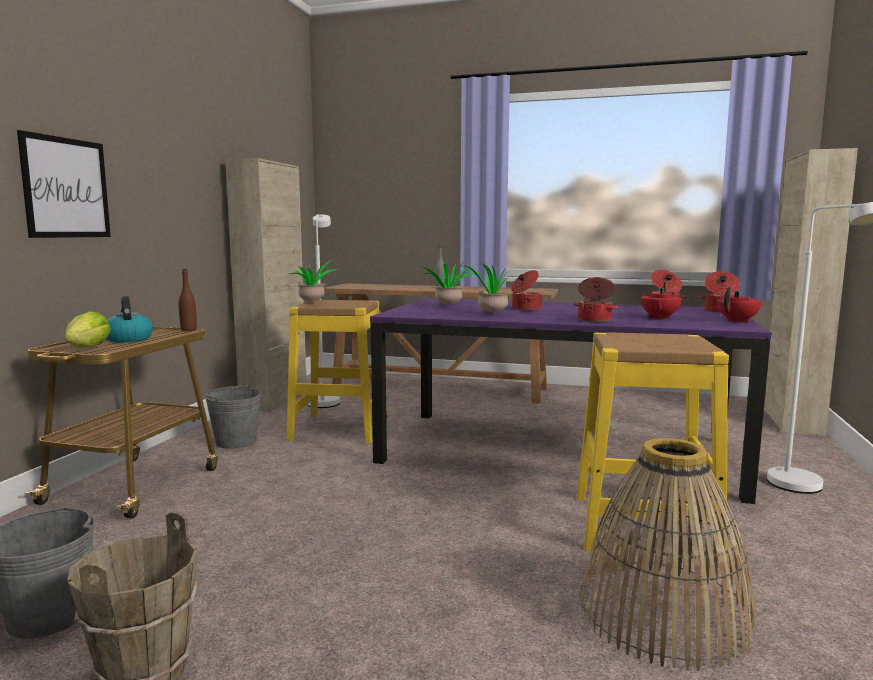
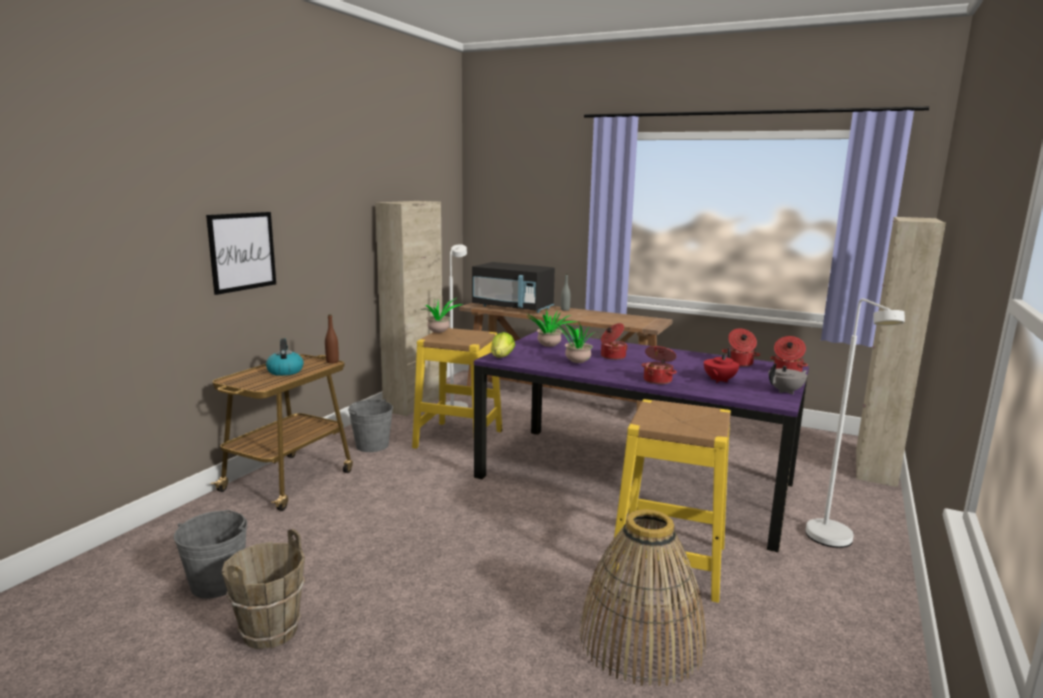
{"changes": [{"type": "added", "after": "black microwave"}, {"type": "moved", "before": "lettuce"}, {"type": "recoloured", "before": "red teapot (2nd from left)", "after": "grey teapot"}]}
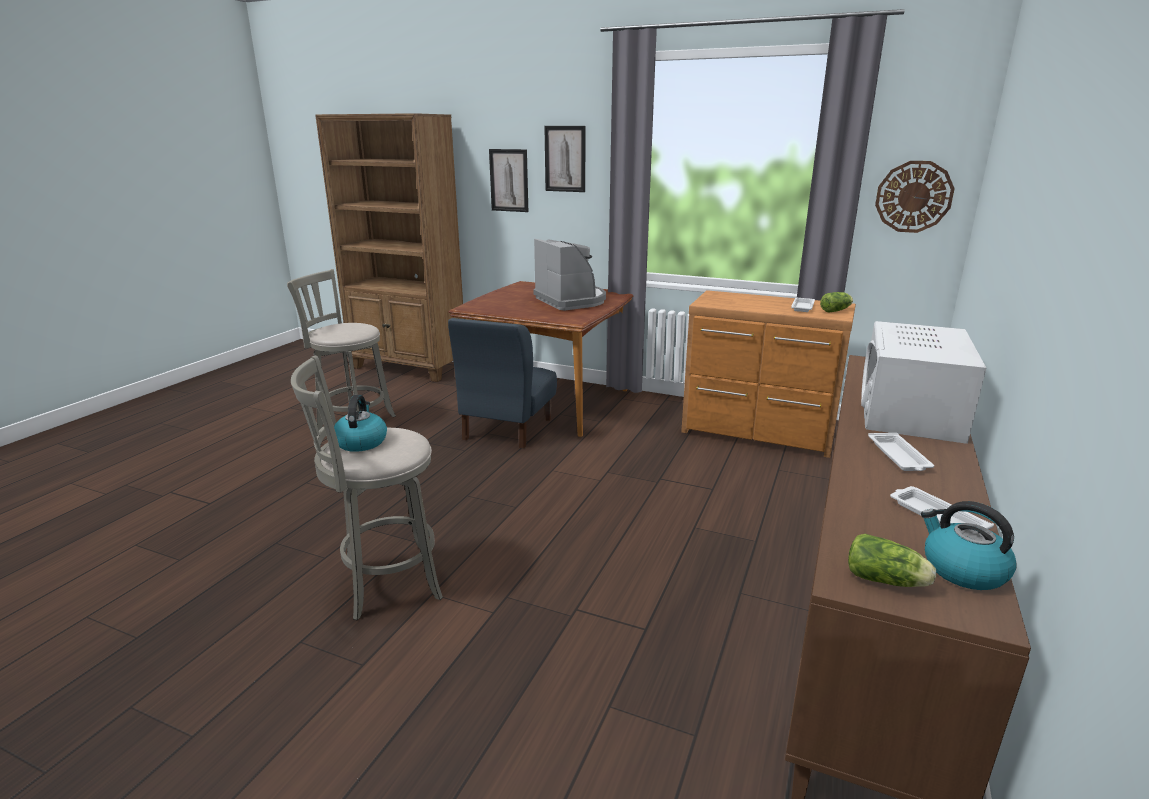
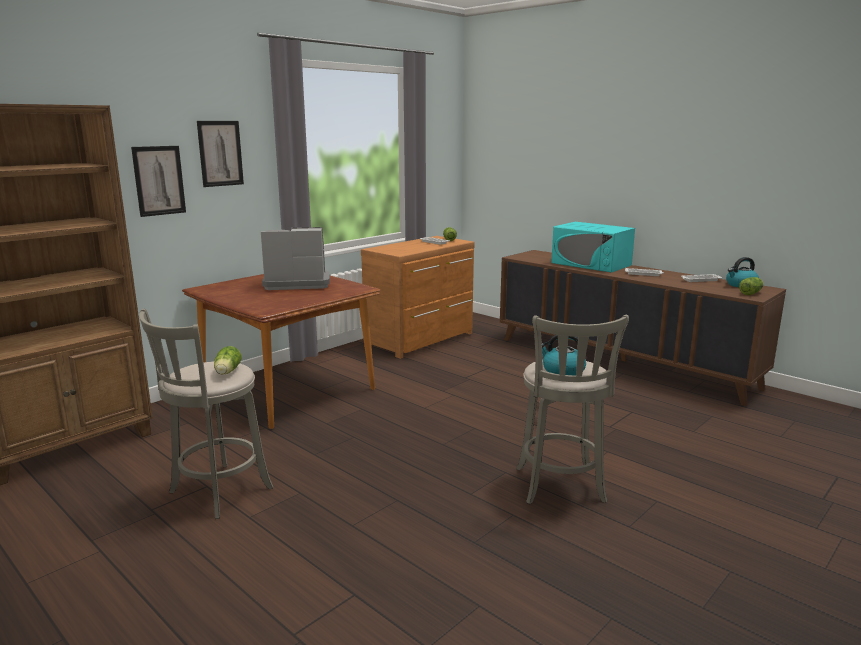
{"changes": [{"type": "added", "after": "lettuce (1st from left)"}, {"type": "recoloured", "before": "white microwave", "after": "turquoise microwave"}, {"type": "removed", "before": "blue chair"}, {"type": "removed", "before": "wall clock"}]}
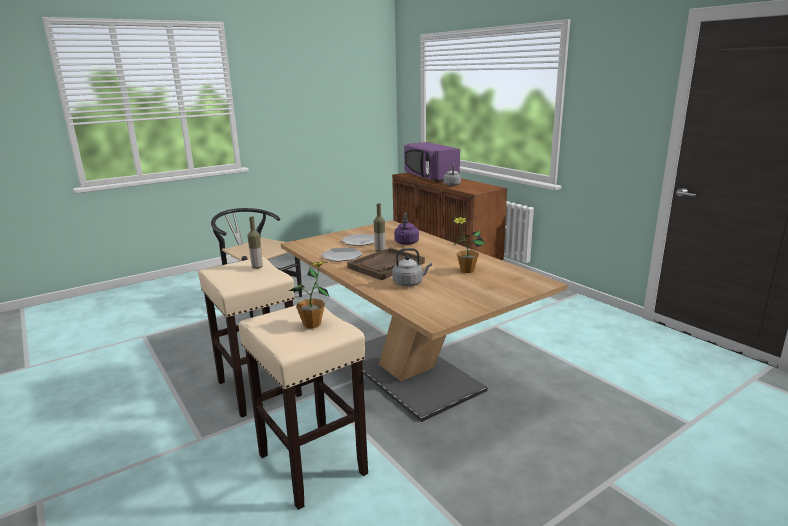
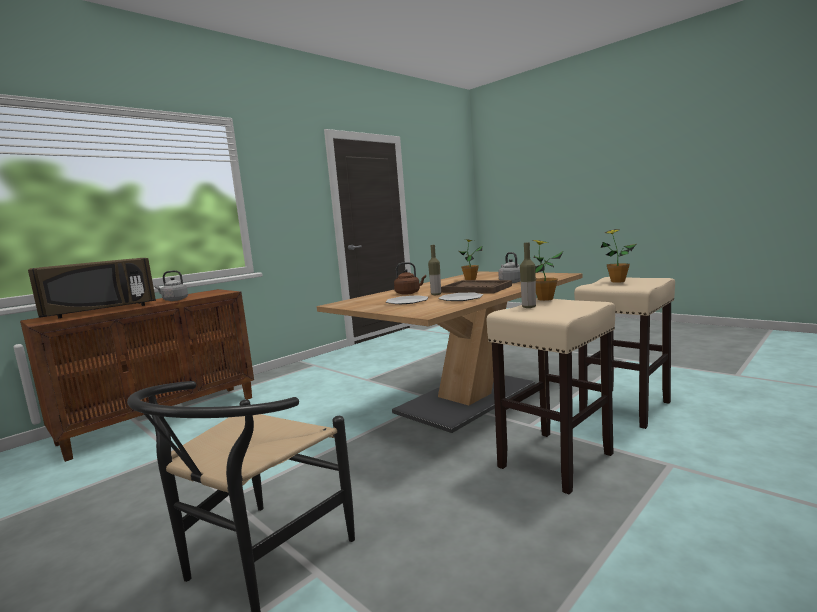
{"changes": [{"type": "recoloured", "before": "purple microwave", "after": "brown microwave"}, {"type": "recoloured", "before": "purple kettle", "after": "brown kettle"}, {"type": "added", "after": "potted plant (2nd from left)"}]}
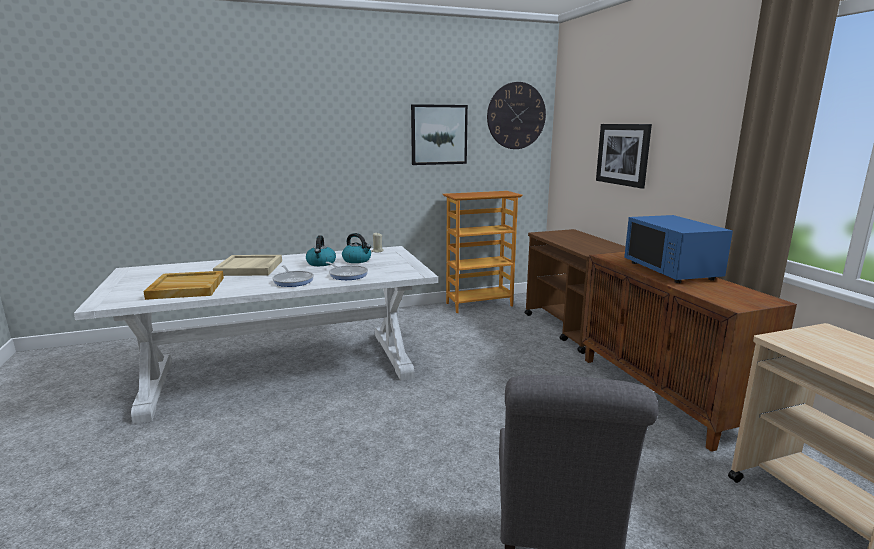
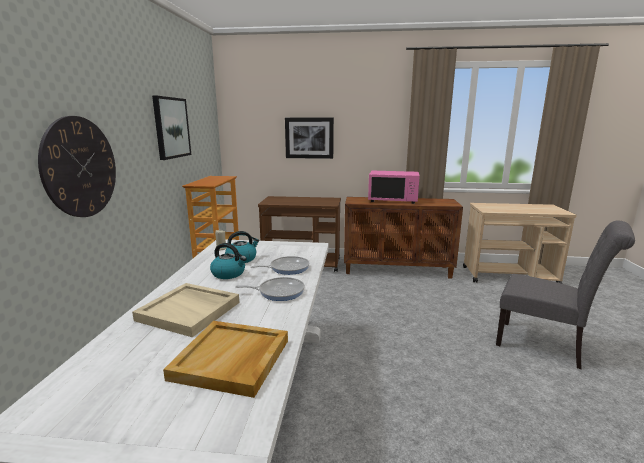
{"changes": [{"type": "moved", "before": "wall clock"}, {"type": "recoloured", "before": "blue microwave", "after": "pink microwave"}]}
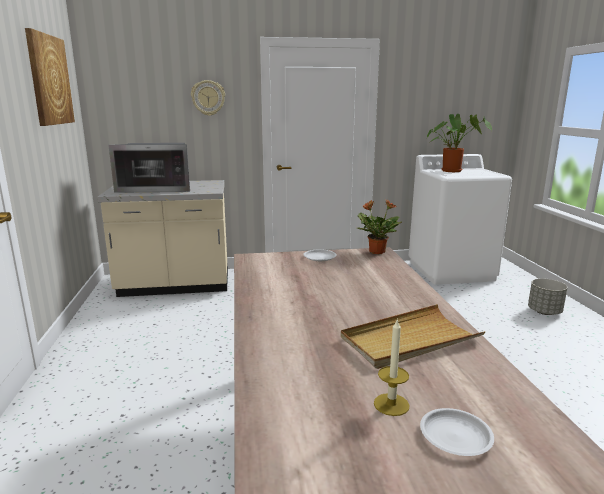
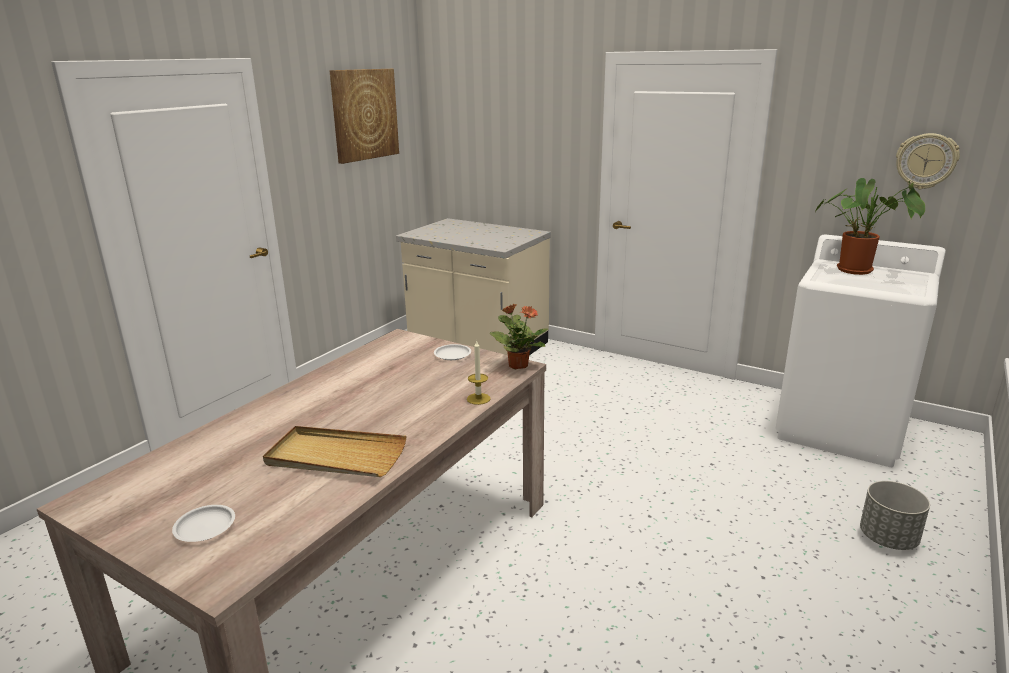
{"changes": [{"type": "moved", "before": "candle"}, {"type": "moved", "before": "wall clock"}, {"type": "removed", "before": "microwave"}]}
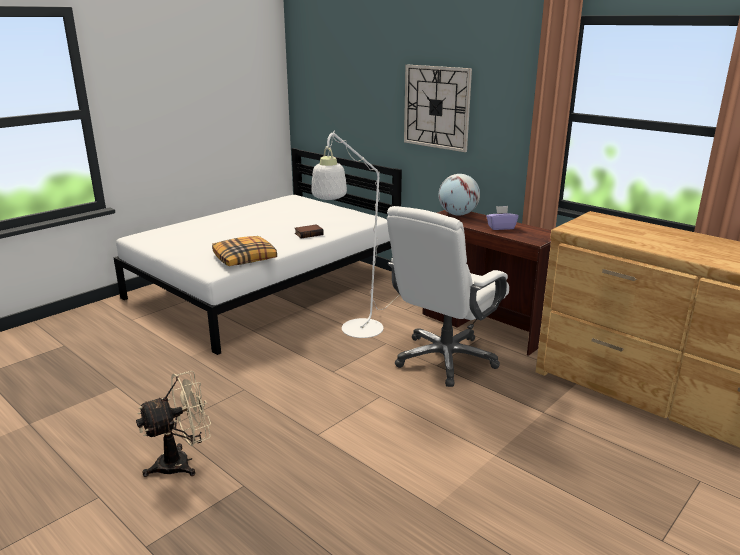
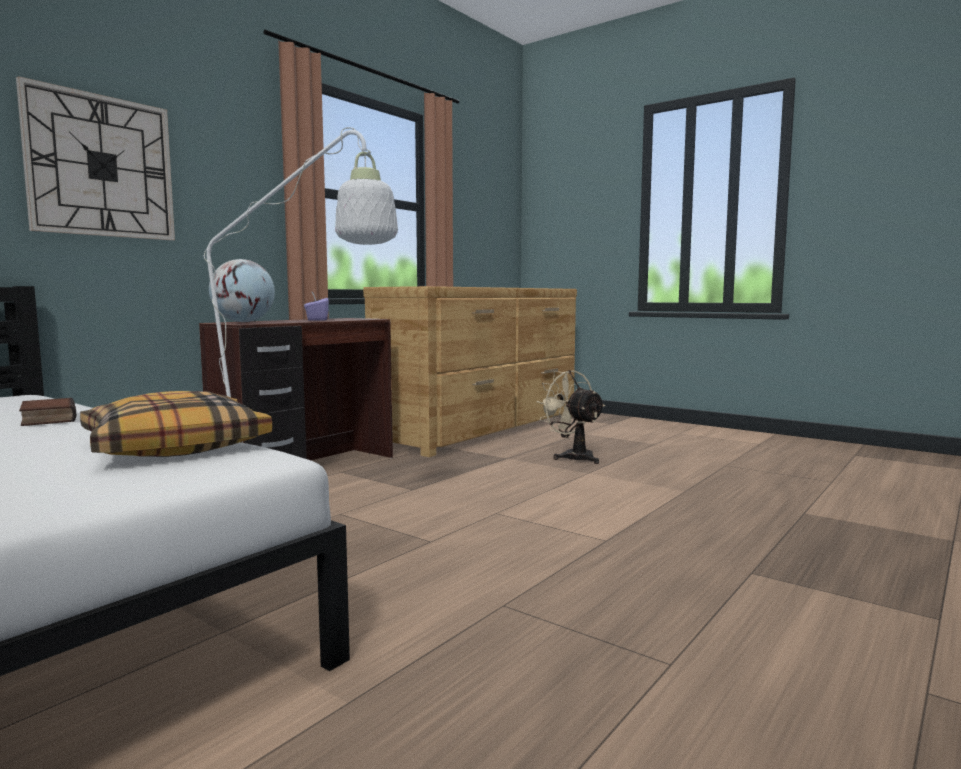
{"changes": [{"type": "moved", "before": "beige fan"}, {"type": "removed", "before": "white office chair"}]}
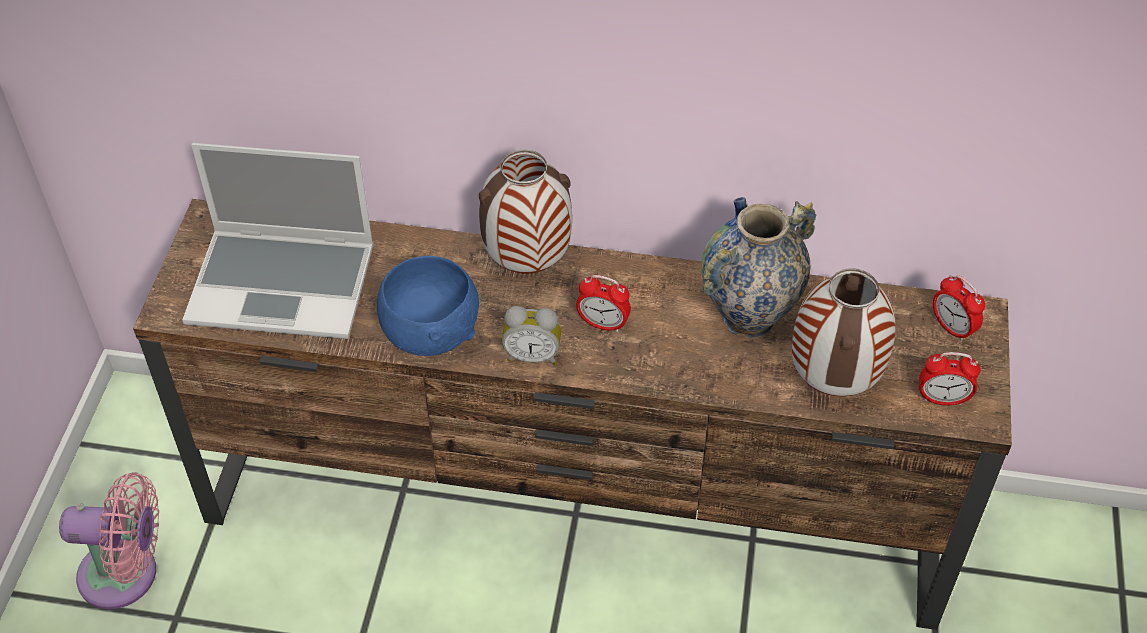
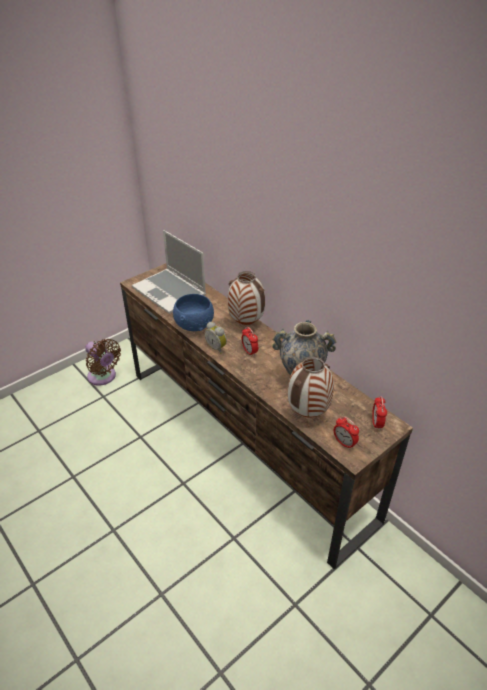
{"changes": [{"type": "recoloured", "before": "pink fan", "after": "brown fan"}]}
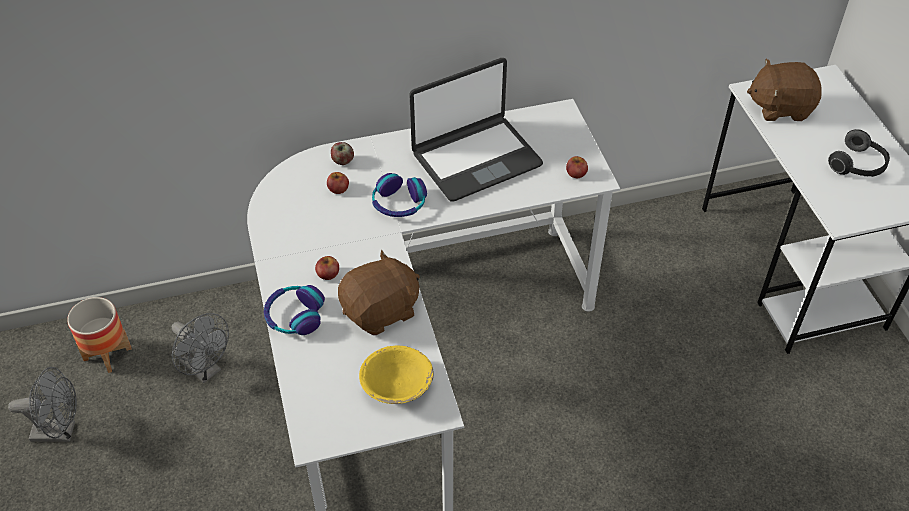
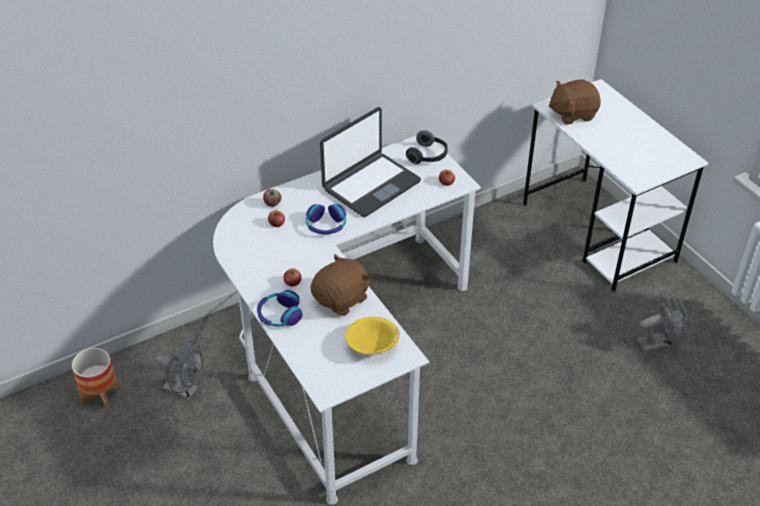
{"changes": [{"type": "moved", "before": "headphones (3rd from left)"}, {"type": "moved", "before": "grey fan (1st from left in the first image)", "after": "grey fan (2nd from left)"}]}
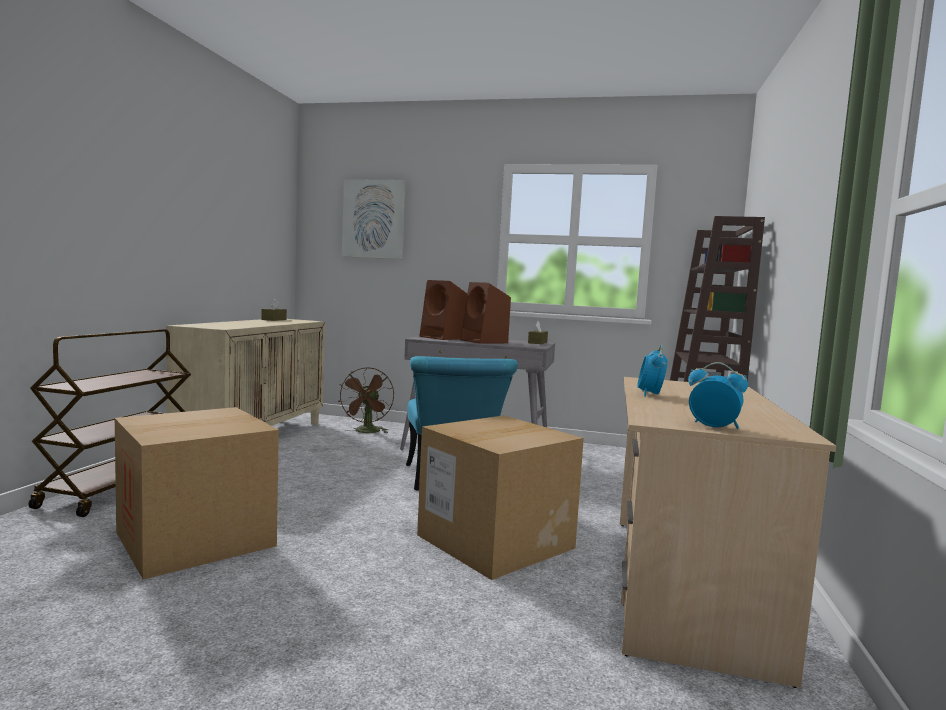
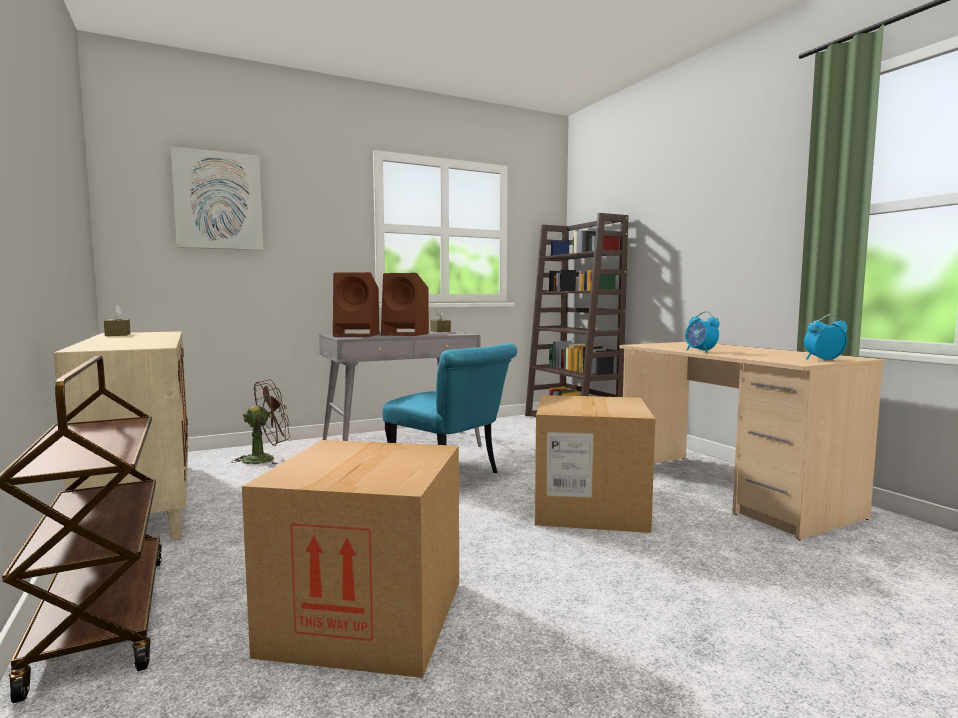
{"changes": [{"type": "turned", "before": "brown fan", "turn": -90}]}
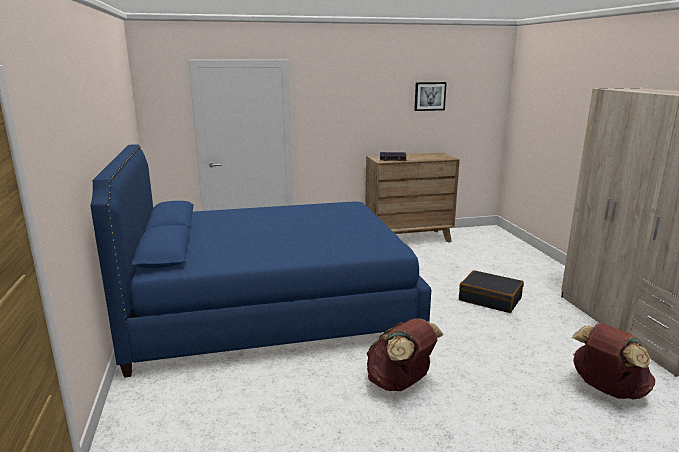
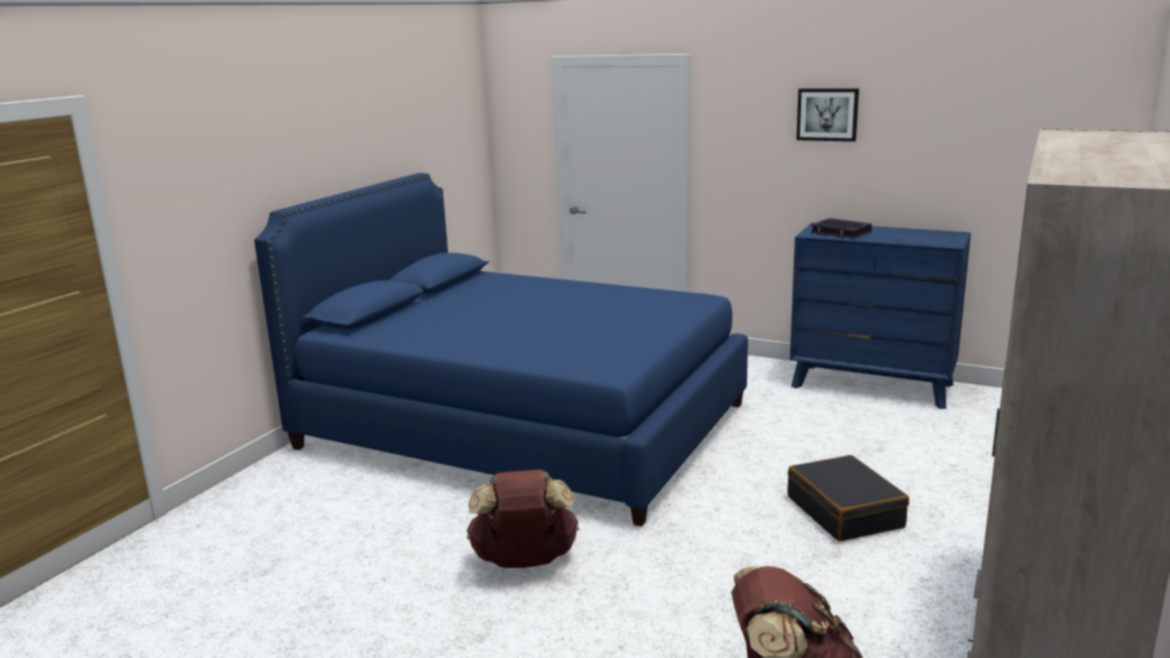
{"changes": [{"type": "recoloured", "before": "brown dresser", "after": "blue dresser"}, {"type": "moved", "before": "picture"}]}
